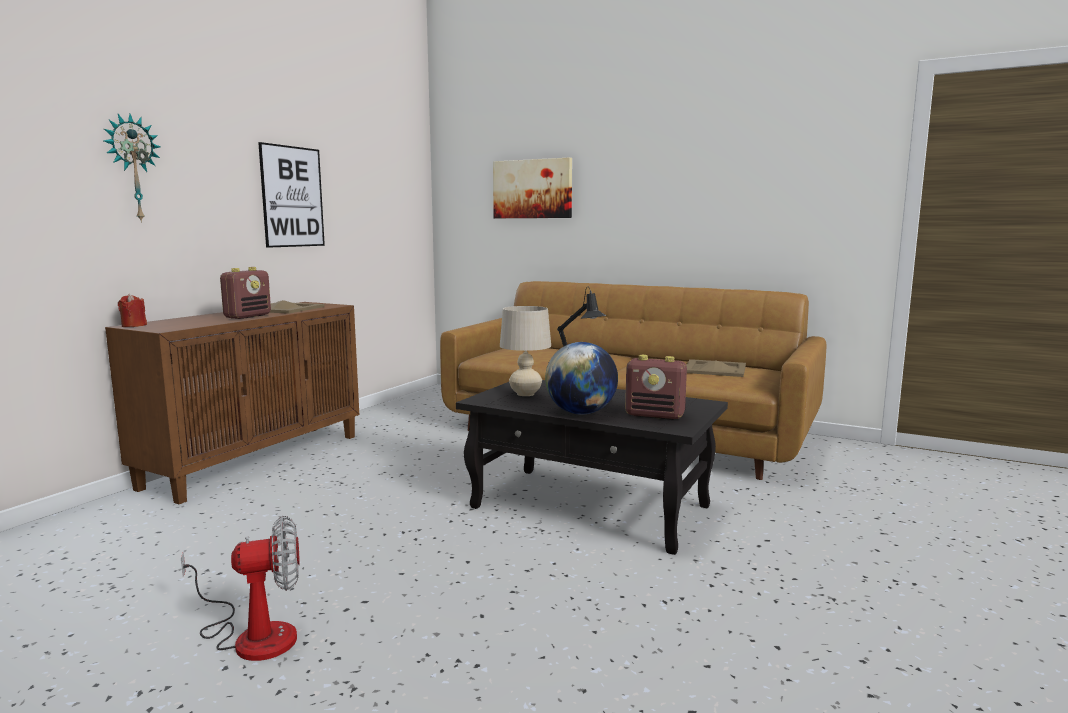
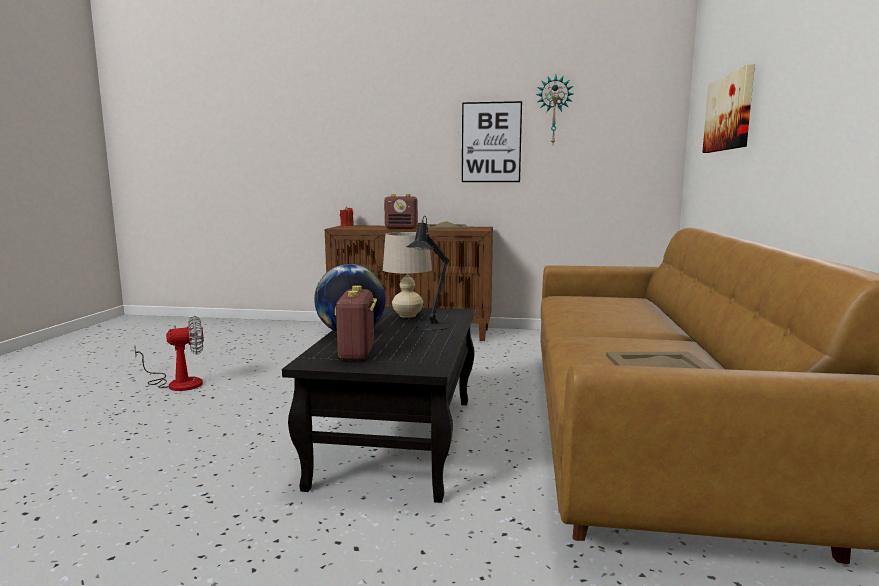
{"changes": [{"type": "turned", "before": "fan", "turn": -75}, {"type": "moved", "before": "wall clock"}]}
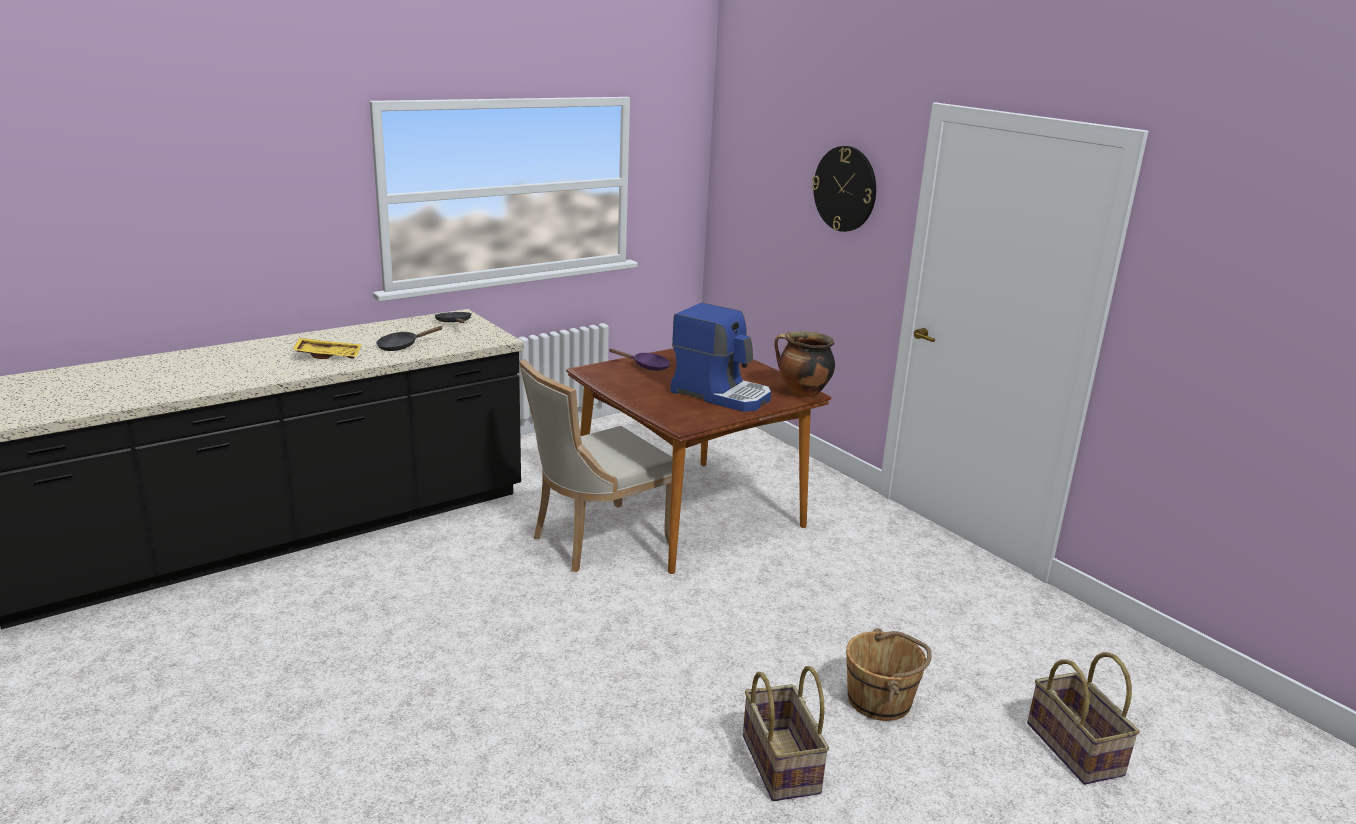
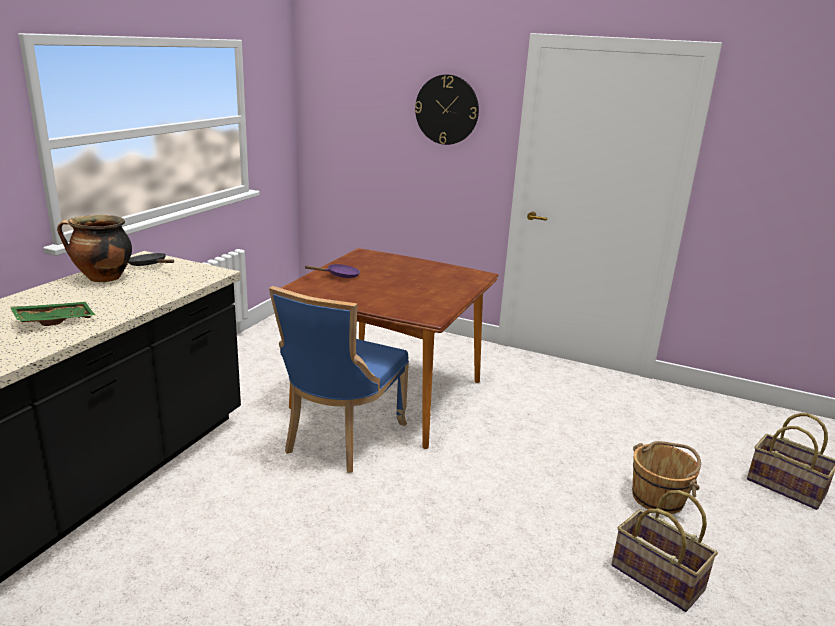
{"changes": [{"type": "recoloured", "before": "yellow tray", "after": "green tray"}, {"type": "moved", "before": "cooking pot"}, {"type": "recoloured", "before": "beige chair", "after": "blue chair"}, {"type": "removed", "before": "black frying pan (1st from left)"}, {"type": "removed", "before": "coffee machine"}]}
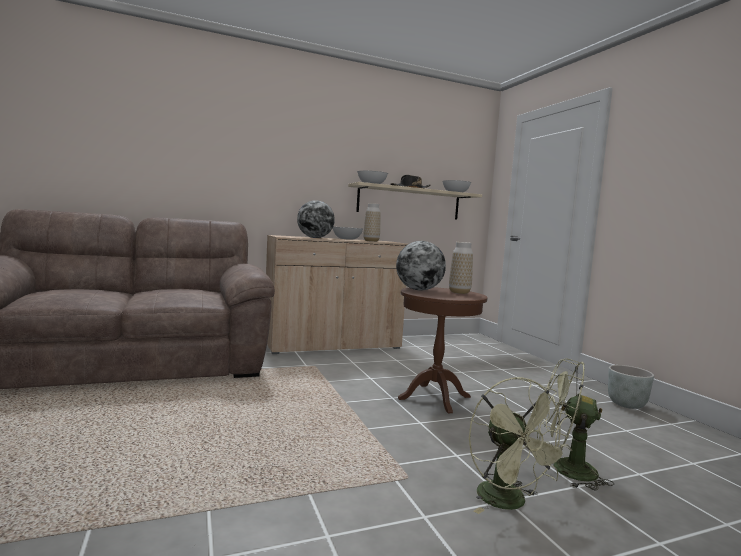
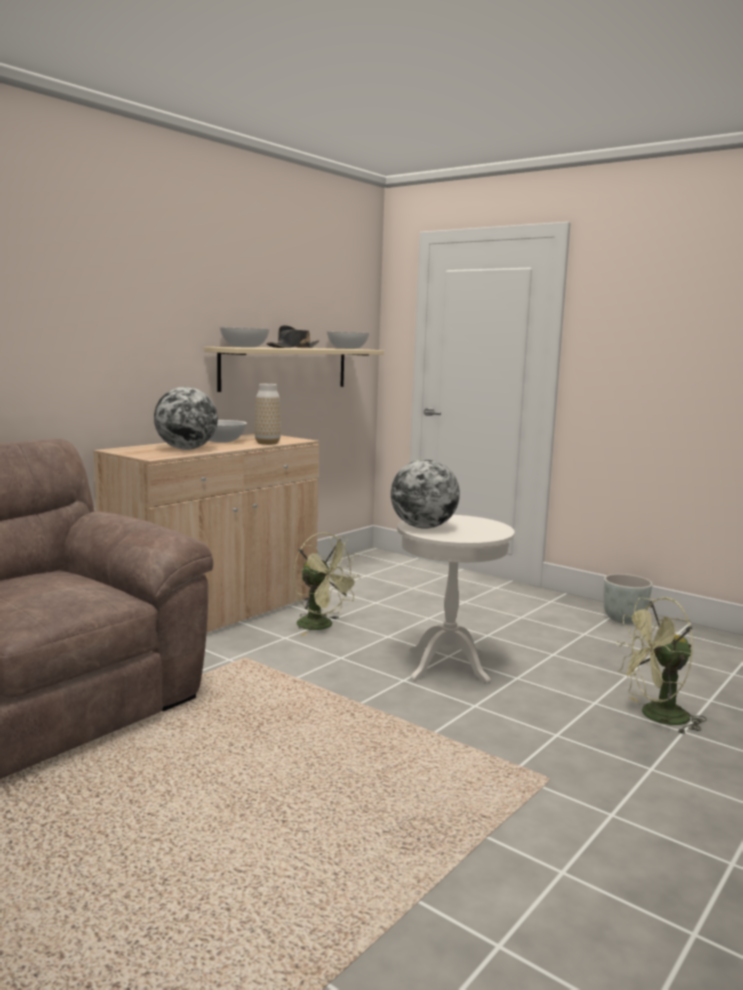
{"changes": [{"type": "moved", "before": "green fan (1st from left)"}, {"type": "recoloured", "before": "brown side table", "after": "white side table"}, {"type": "removed", "before": "vase (2nd from left)"}]}
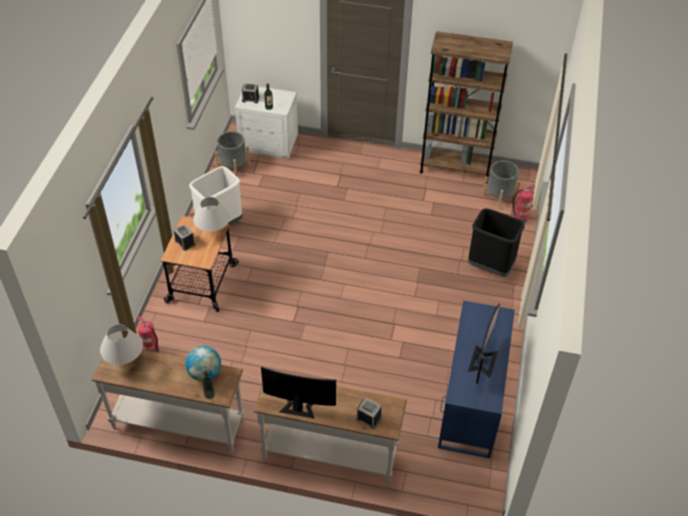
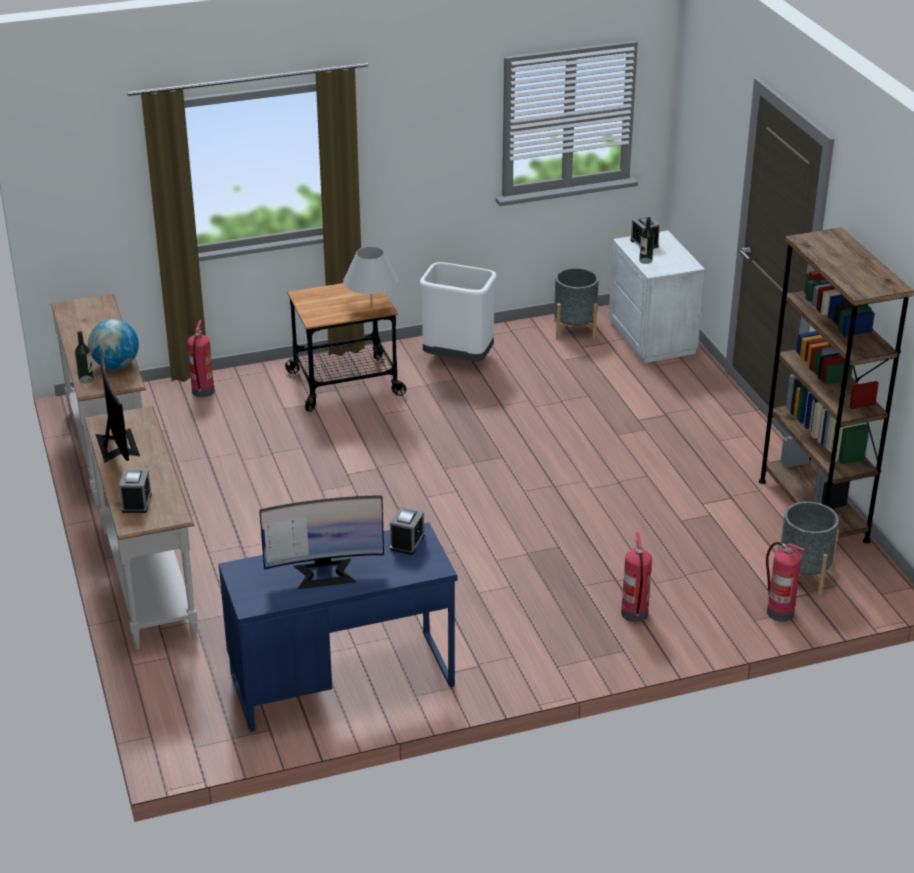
{"changes": [{"type": "moved", "before": "alarm clock (1st from left in the first image)", "after": "alarm clock (2nd from left)"}, {"type": "replaced", "before": "black trash can", "after": "fire extinguisher (2nd from left)"}, {"type": "removed", "before": "white table lamp (1st from left)"}]}
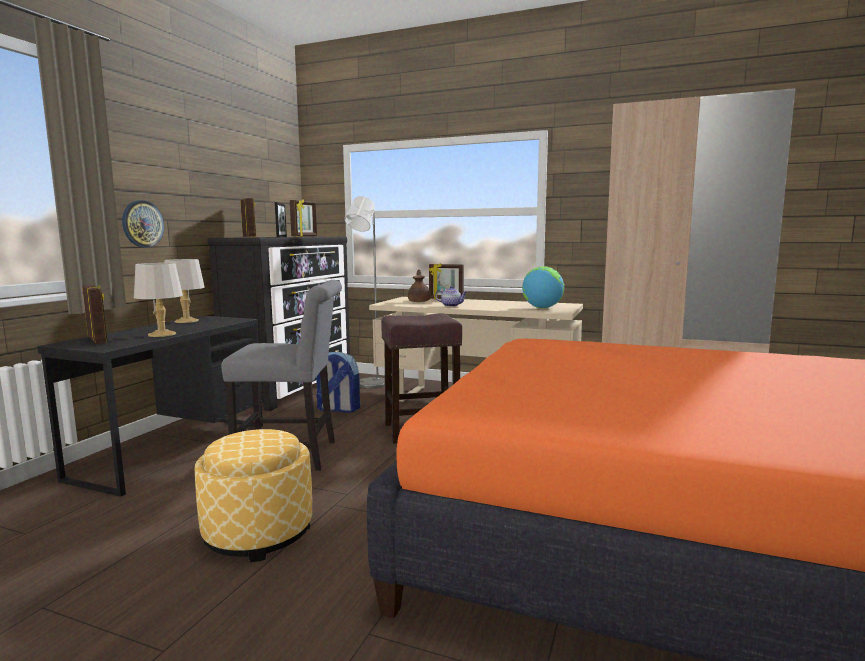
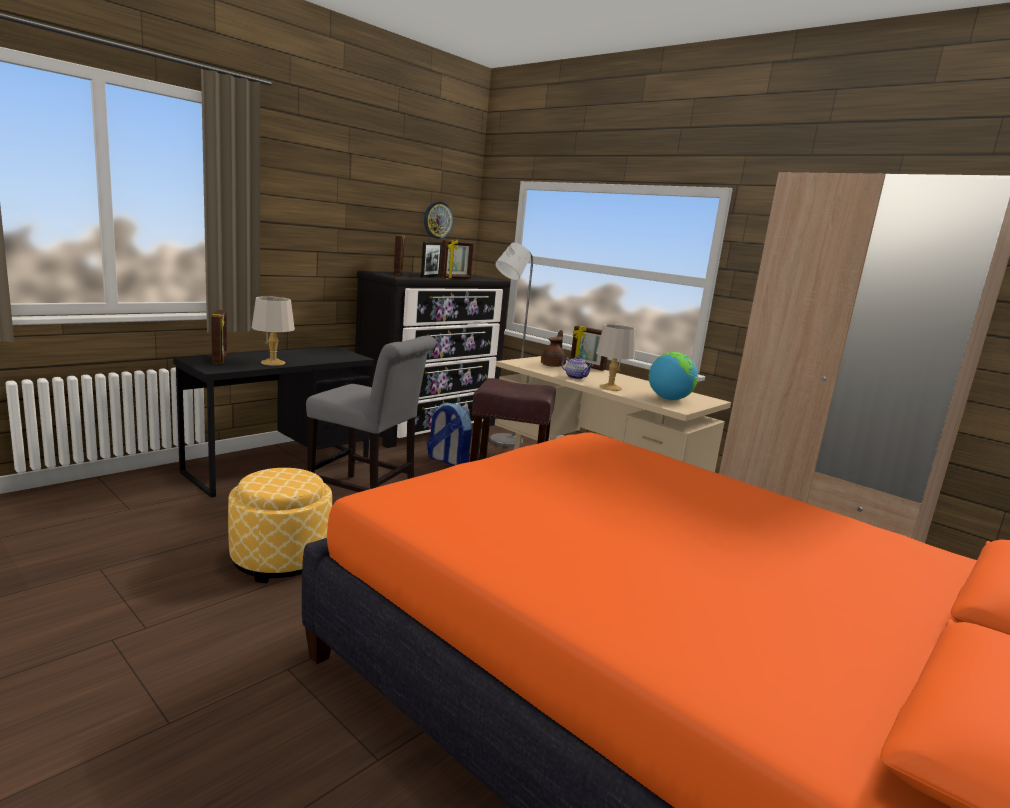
{"changes": [{"type": "moved", "before": "wall clock"}, {"type": "moved", "before": "grey table lamp (2nd from left)"}]}
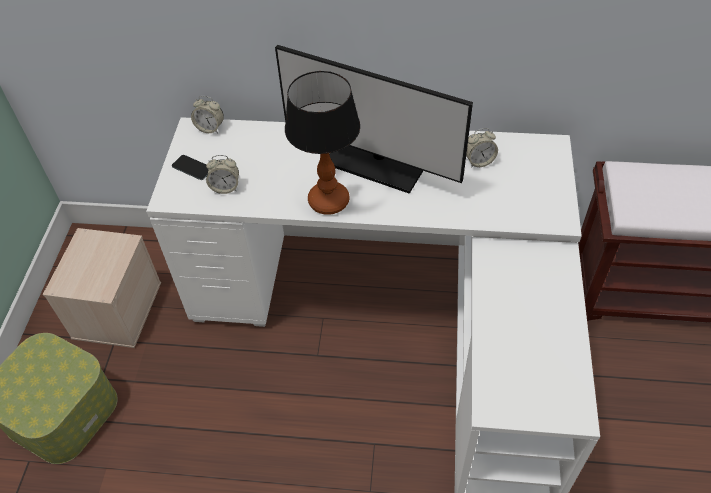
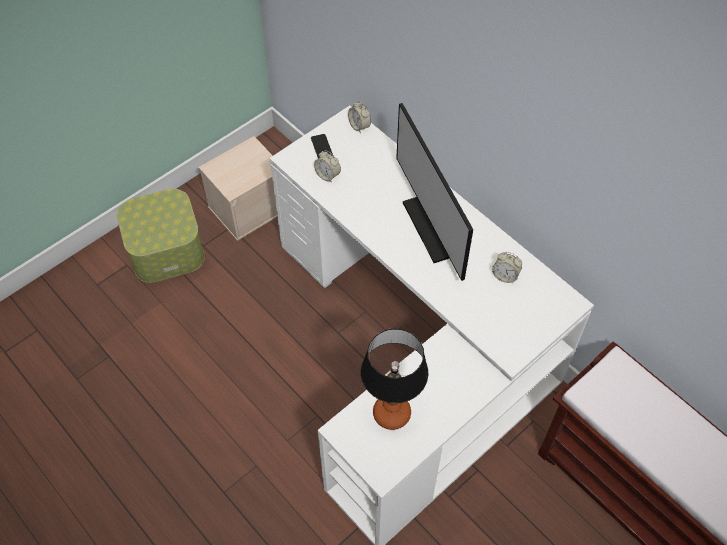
{"changes": [{"type": "moved", "before": "table lamp"}]}
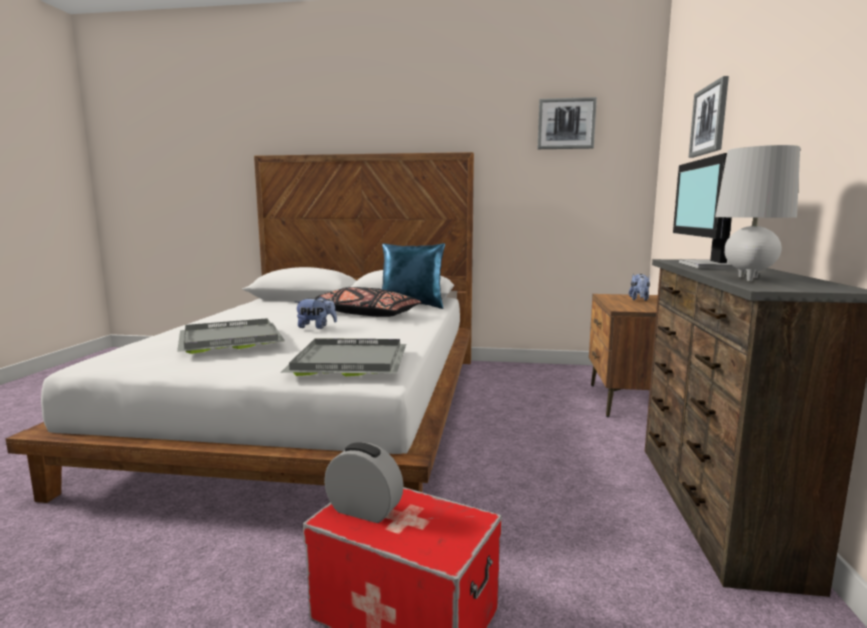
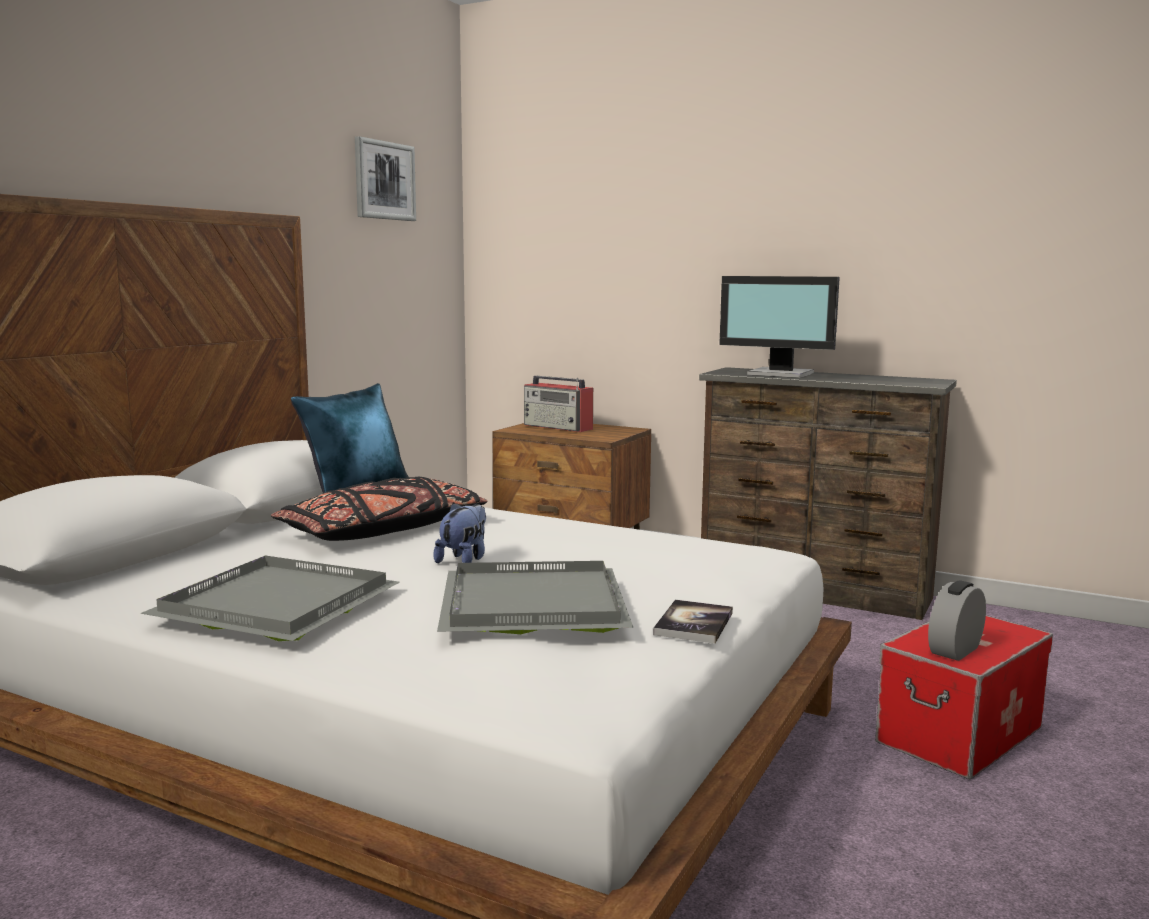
{"changes": [{"type": "moved", "before": "grey tray (2nd from left in the first image)", "after": "grey tray (1st from left)"}, {"type": "replaced", "before": "plush toy (2nd from left)", "after": "radio"}, {"type": "added", "after": "book"}, {"type": "removed", "before": "picture (2nd from left)"}, {"type": "removed", "before": "grey table lamp"}]}
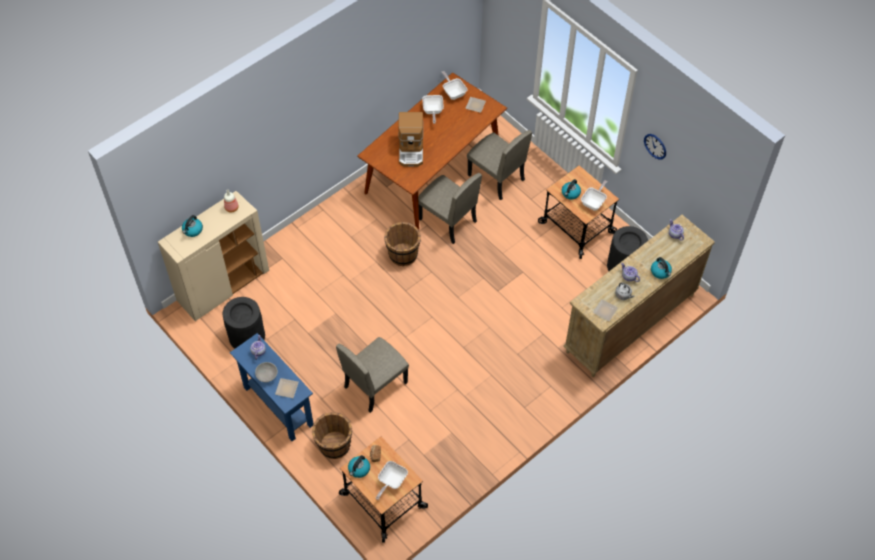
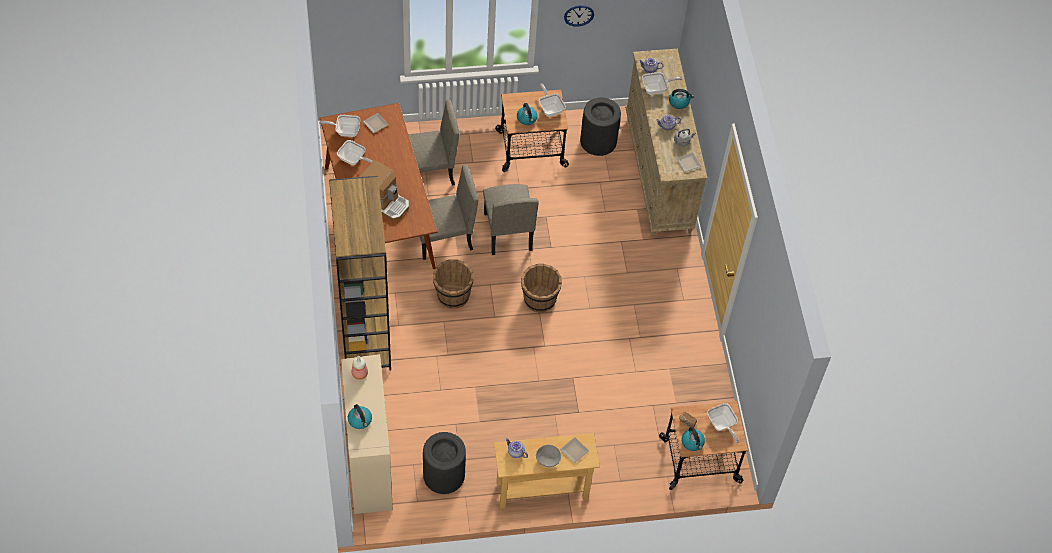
{"changes": [{"type": "added", "after": "brown bookcase"}, {"type": "moved", "before": "beige chair (1st from left in the first image)", "after": "beige chair (3rd from left)"}, {"type": "recoloured", "before": "blue console table", "after": "beige console table"}, {"type": "moved", "before": "brown bucket (1st from left in the first image)", "after": "brown bucket (2nd from left)"}, {"type": "added", "after": "frying pan (4th from left)"}]}
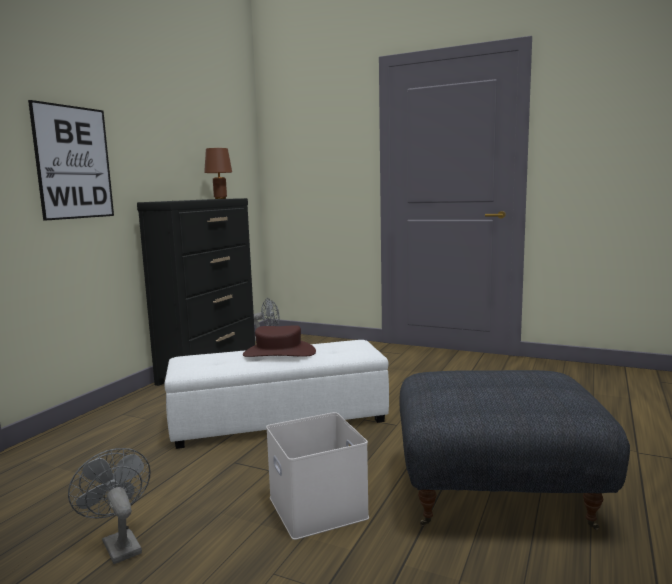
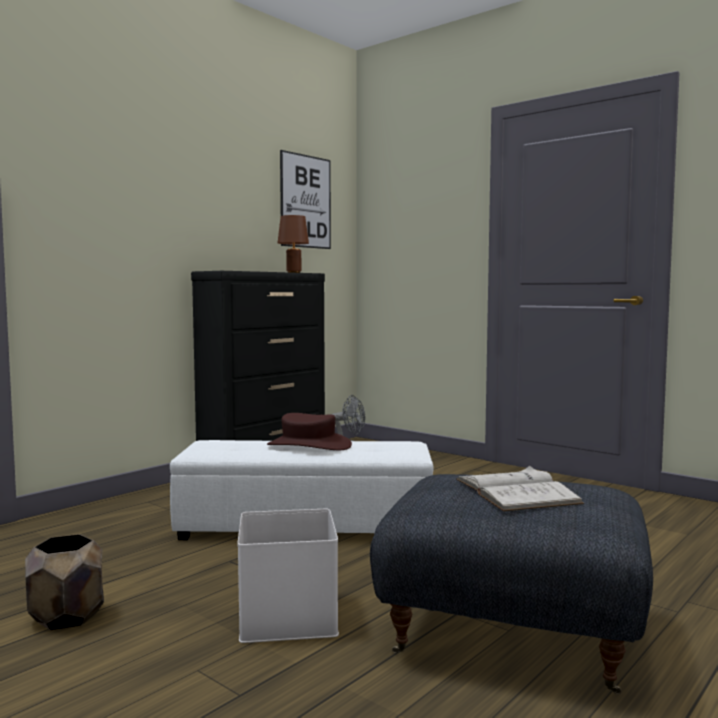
{"changes": [{"type": "replaced", "before": "grey fan (1st from left)", "after": "brown planter"}, {"type": "moved", "before": "picture"}, {"type": "added", "after": "white book"}]}
